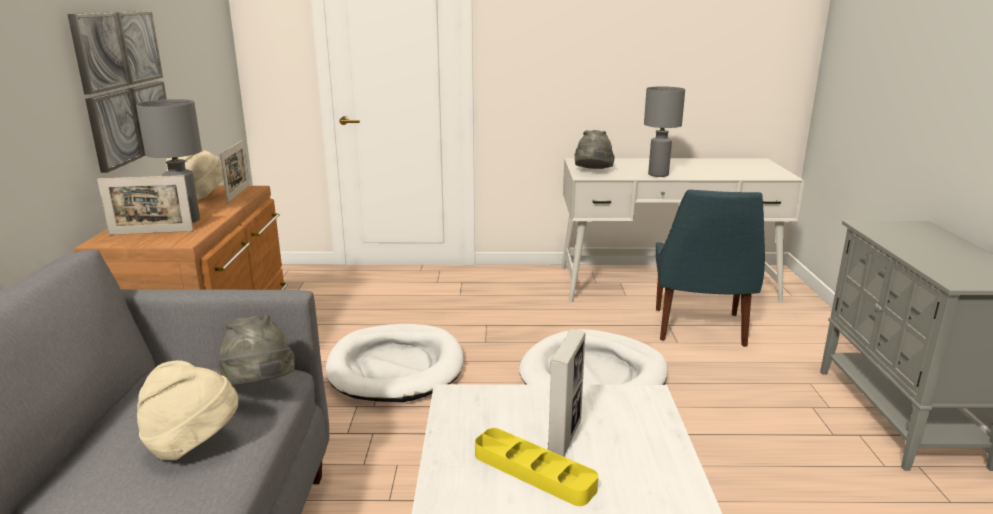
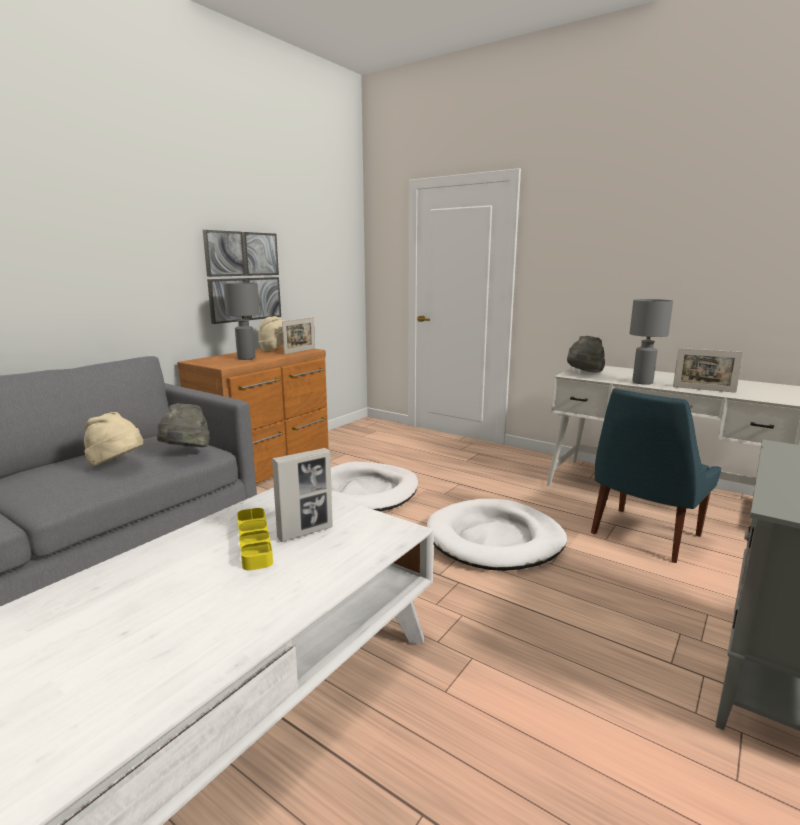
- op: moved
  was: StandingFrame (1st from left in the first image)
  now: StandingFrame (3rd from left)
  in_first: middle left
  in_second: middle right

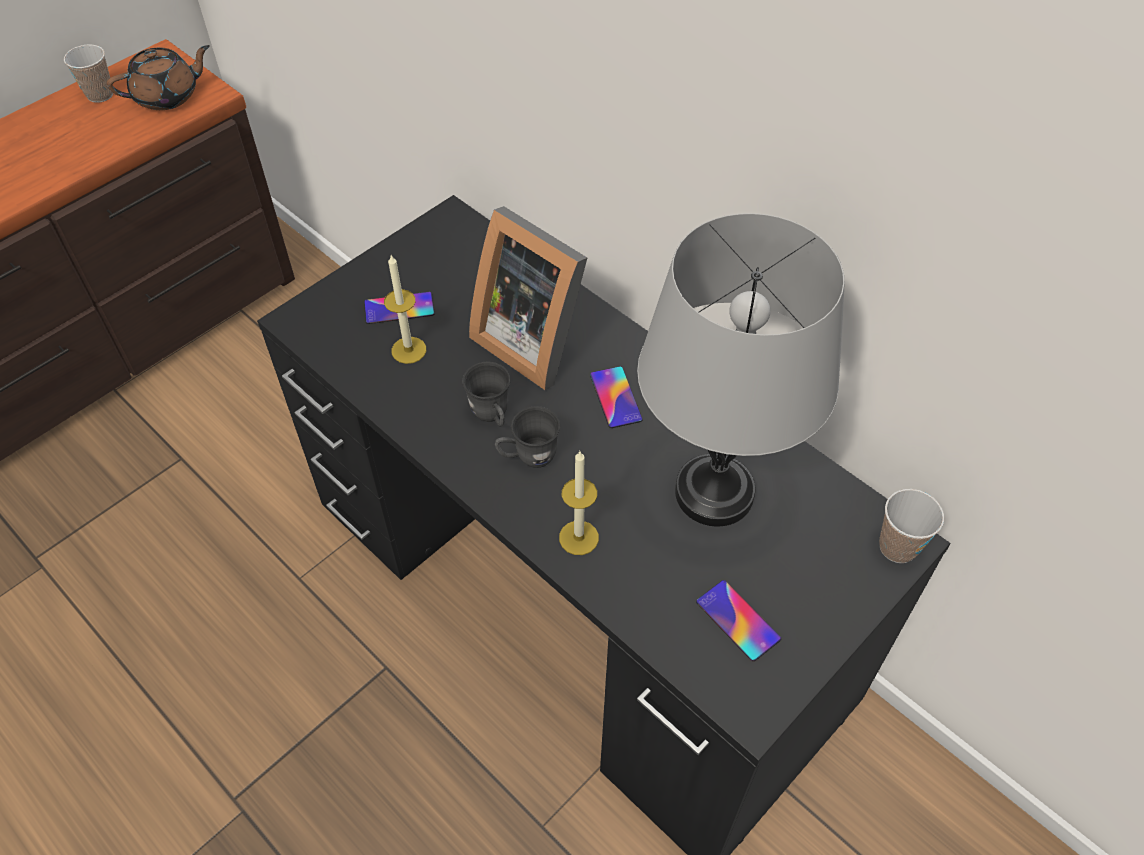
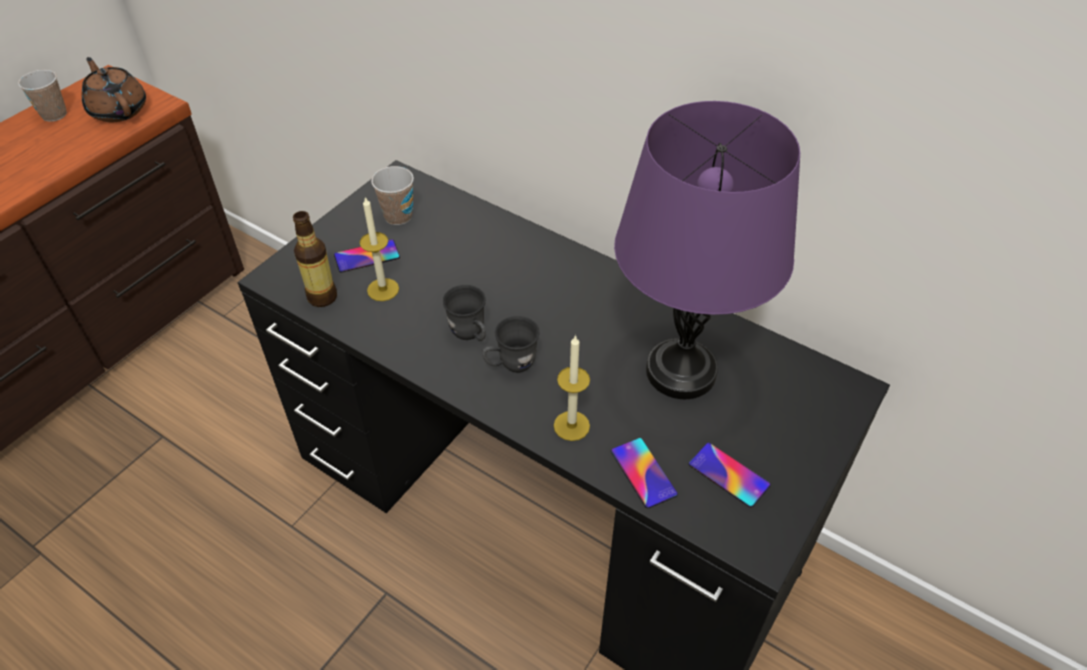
- op: turned
  was: BrownTeapot
  in_first: top left
  in_second: top left
  clockwise: -90
- op: added
  now: DrinkBottle
  in_second: middle left
- op: moved
  was: DrinkingCup (2nd from left)
  in_first: middle right
  in_second: top centre
- op: moved
  was: Telephone (2nd from left)
  in_first: centre
  in_second: bottom centre
- op: recoloured
  was: GreyLampForATable
  now: PurplishLampForATable
  in_first: centre
  in_second: centre
- op: removed
  was: StandingFrame
  in_first: centre

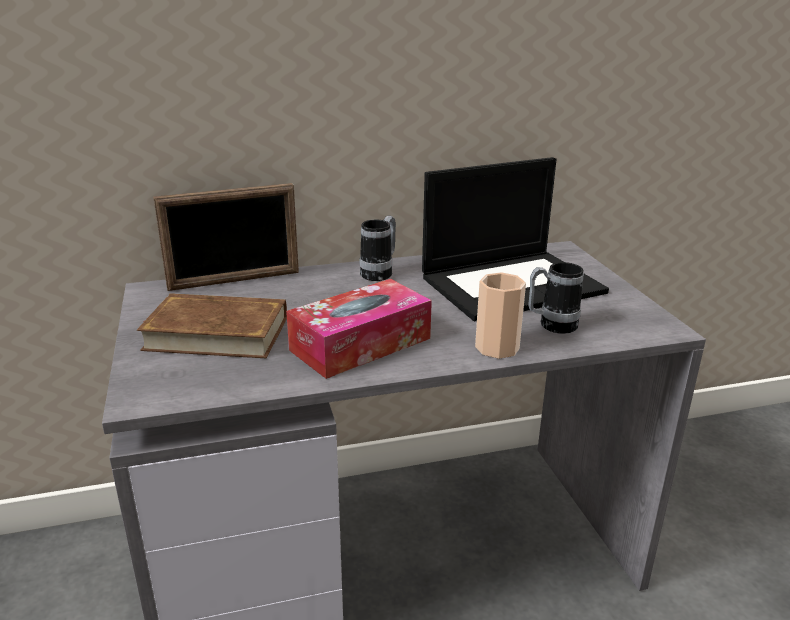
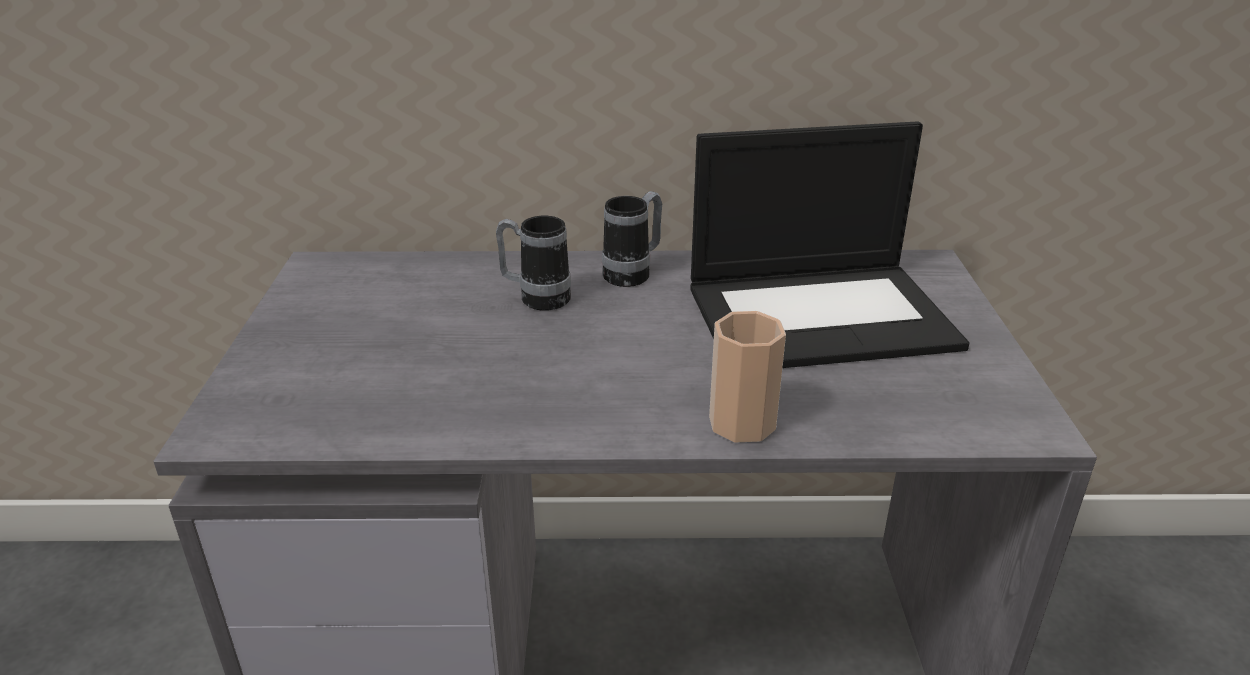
- op: moved
  was: Mug (2nd from left in the first image)
  now: Mug (1st from left)
  in_first: middle right
  in_second: centre
- op: removed
  was: BrownBook
  in_first: middle left
- op: removed
  was: StandingFrame
  in_first: middle left
- op: removed
  was: TissueBox
  in_first: centre

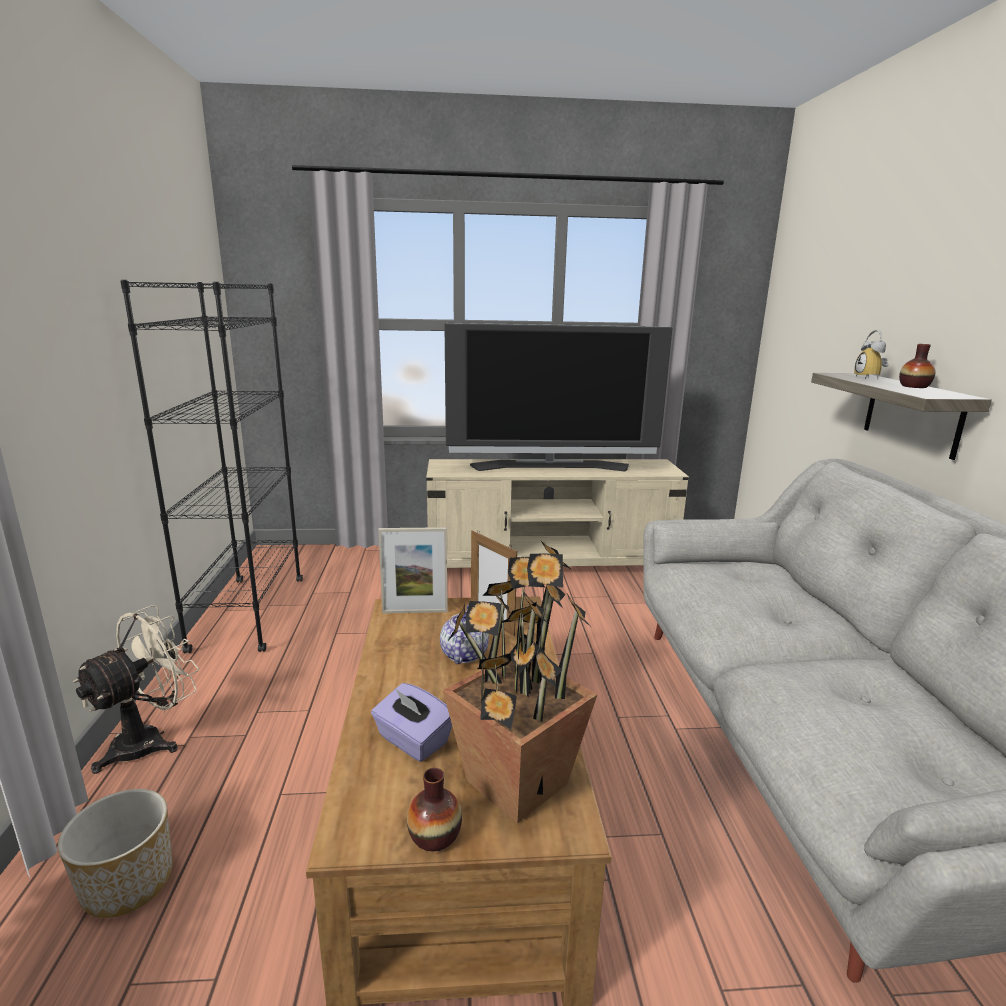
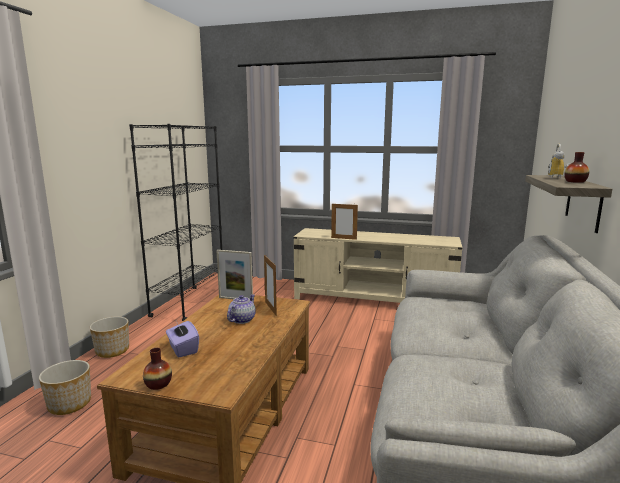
- op: replaced
  was: SandColouredCoolingFan
  now: FlowerPot (2nd from left)
  in_first: bottom left
  in_second: bottom left
- op: added
  now: StandingFrame (3rd from left)
  in_second: centre
- op: removed
  was: Houseplant
  in_first: bottom centre
- op: removed
  was: TvSet
  in_first: centre

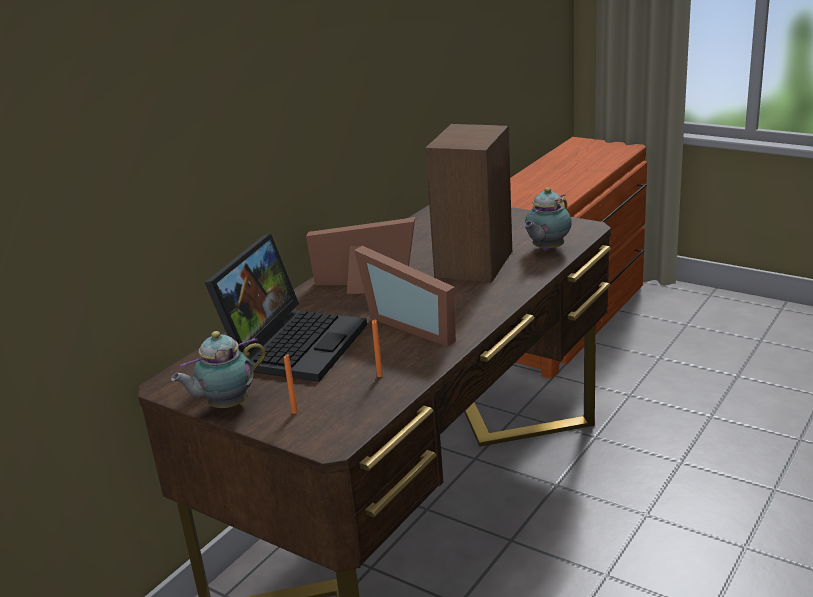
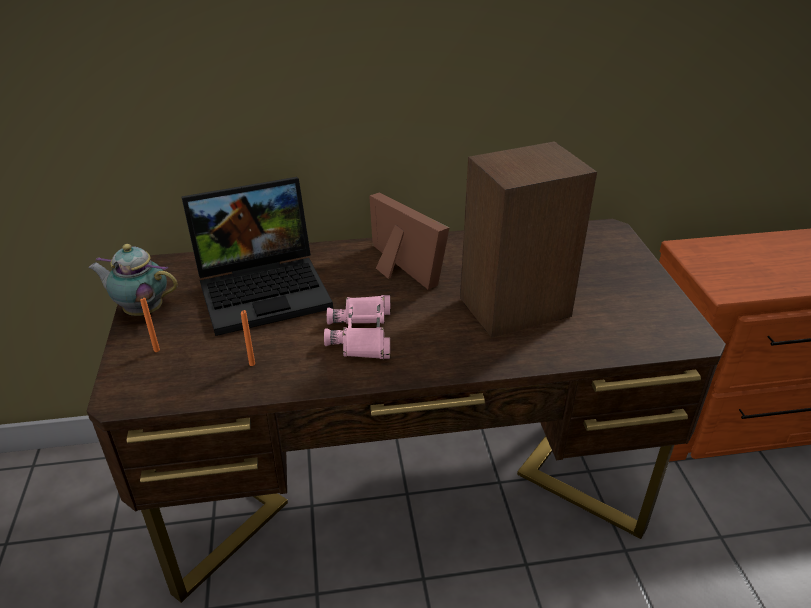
- op: replaced
  was: StandingFrame (2nd from left)
  now: PinkishBinoculars
  in_first: centre
  in_second: centre
- op: removed
  was: Teapot (2nd from left)
  in_first: middle right

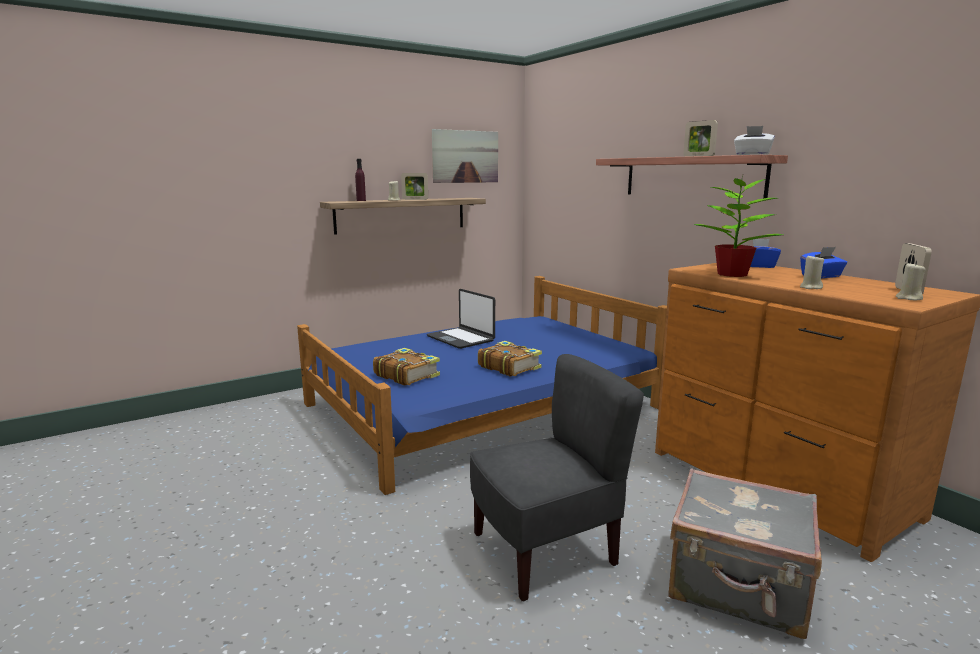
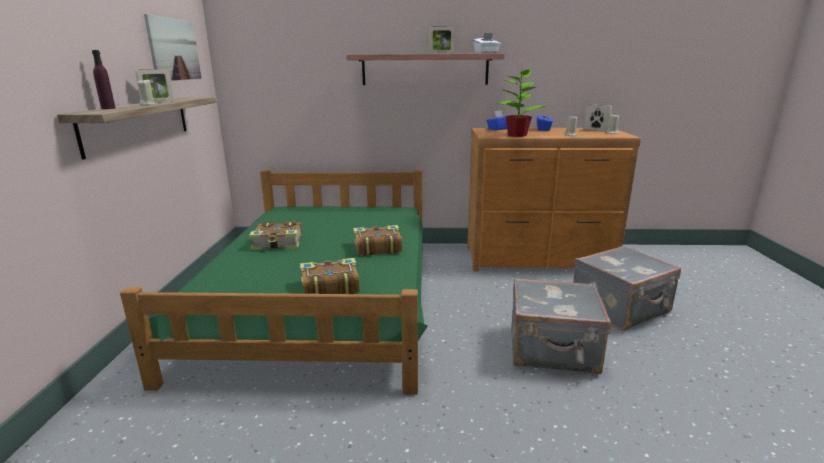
- op: recoloured
  was: BlueColouredBedroomBed
  now: GreenBedroomBed
  in_first: centre
  in_second: middle left
- op: replaced
  was: NotebookComputer
  now: Book (1st from left)
  in_first: centre
  in_second: centre
- op: replaced
  was: GreyPlainChair
  now: GreyTravelCase (1st from left)
  in_first: bottom centre
  in_second: bottom right

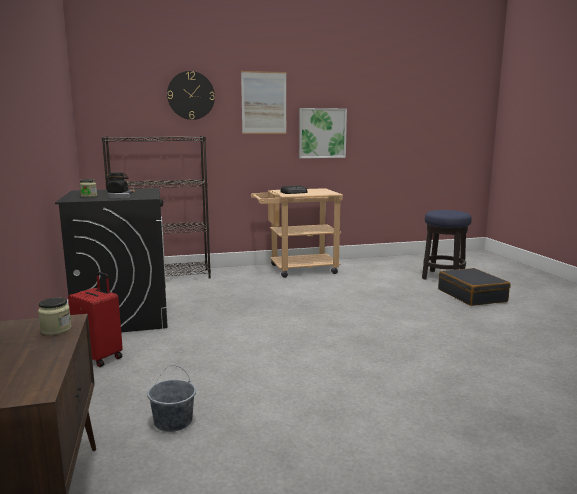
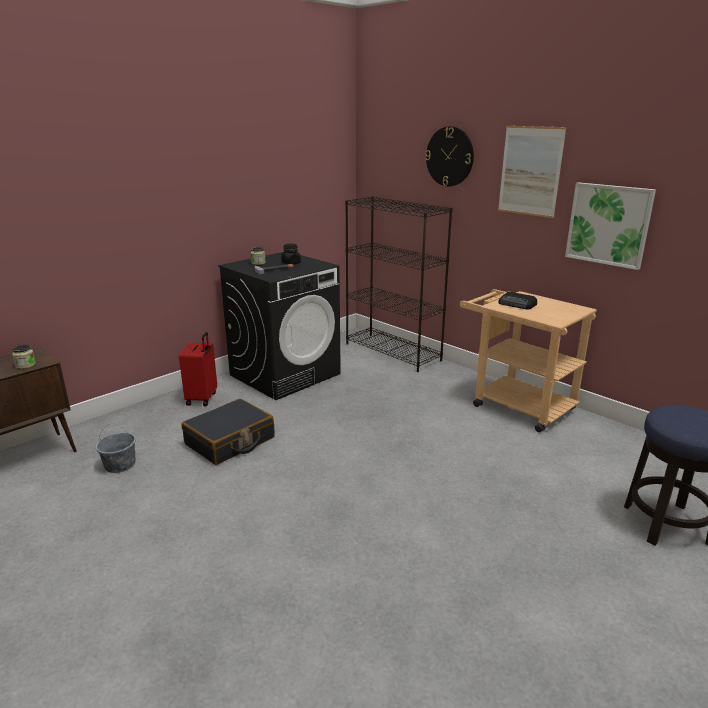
- op: moved
  was: BlackColouredTravelCase
  in_first: middle right
  in_second: middle left

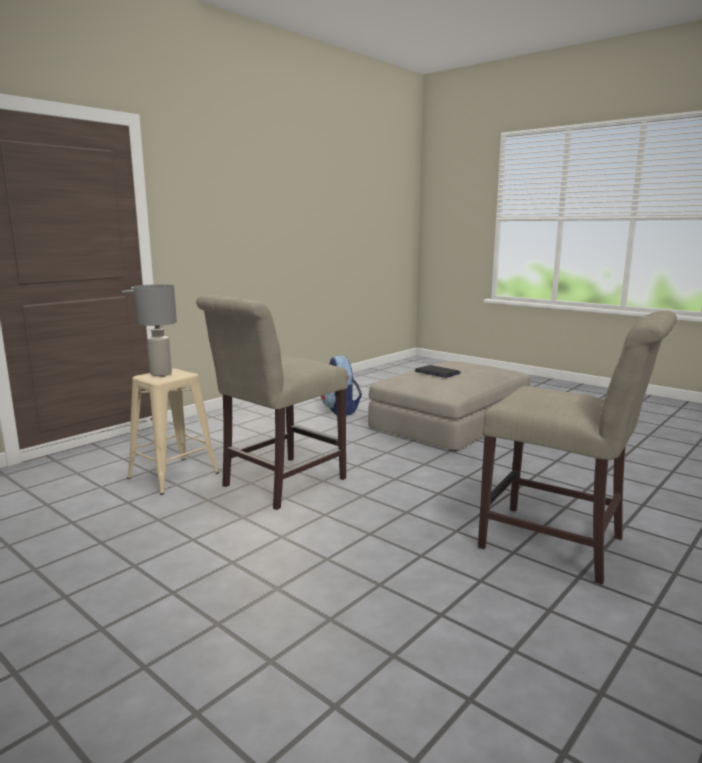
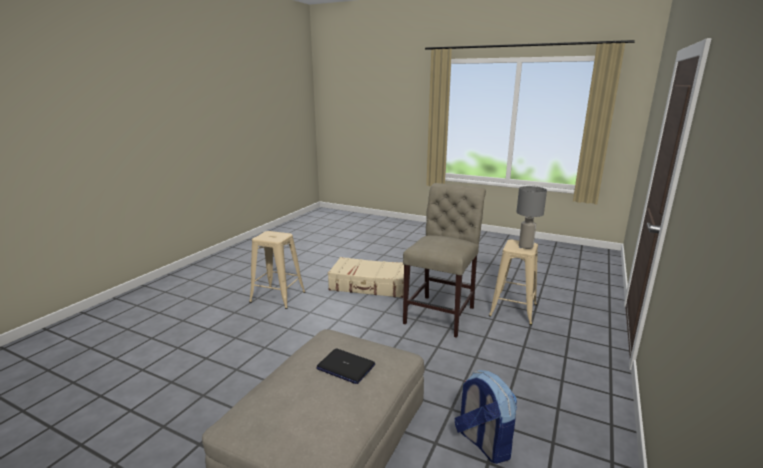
- op: replaced
  was: SandColouredPlainChair (2nd from left)
  now: SandColouredStool (1st from left)
  in_first: middle right
  in_second: centre
- op: added
  now: SandColouredTravelCase
  in_second: centre

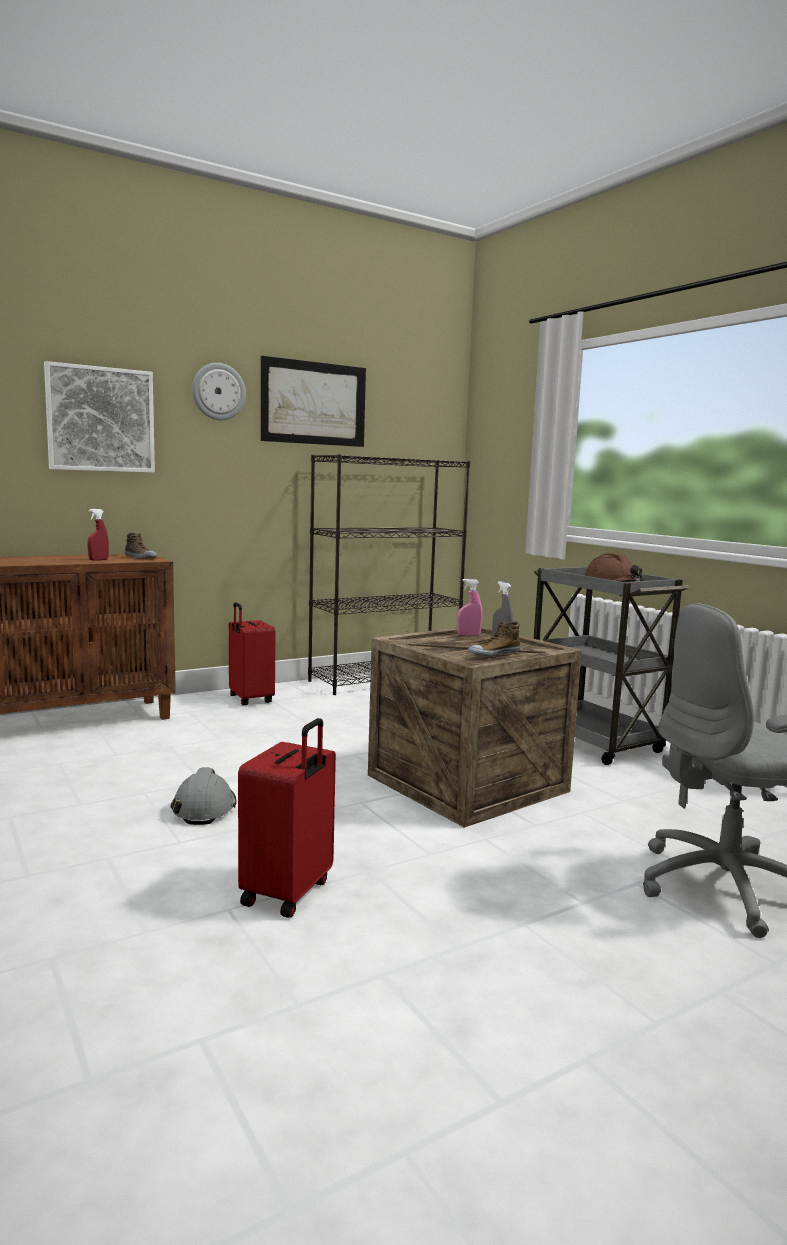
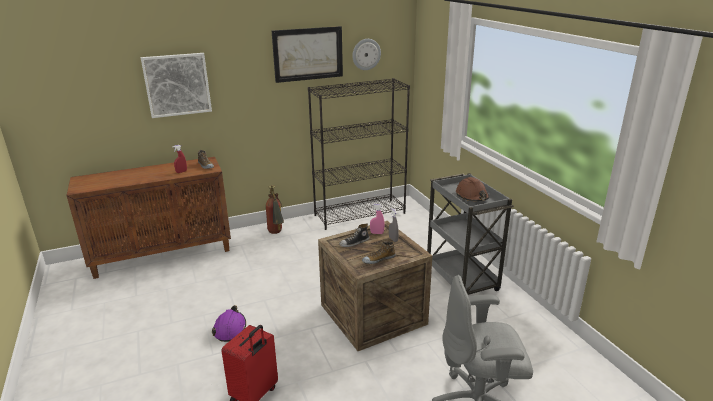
- op: recoloured
  was: GreySafetyHelmet
  now: PurplishSafetyHelmet
  in_first: middle left
  in_second: bottom left
- op: replaced
  was: RedColouredTravelCase (1st from left)
  now: FireExtinguisher
  in_first: middle left
  in_second: centre
- op: added
  now: Shoe (2nd from left)
  in_second: centre
- op: moved
  was: HangingClock
  in_first: top left
  in_second: top centre

